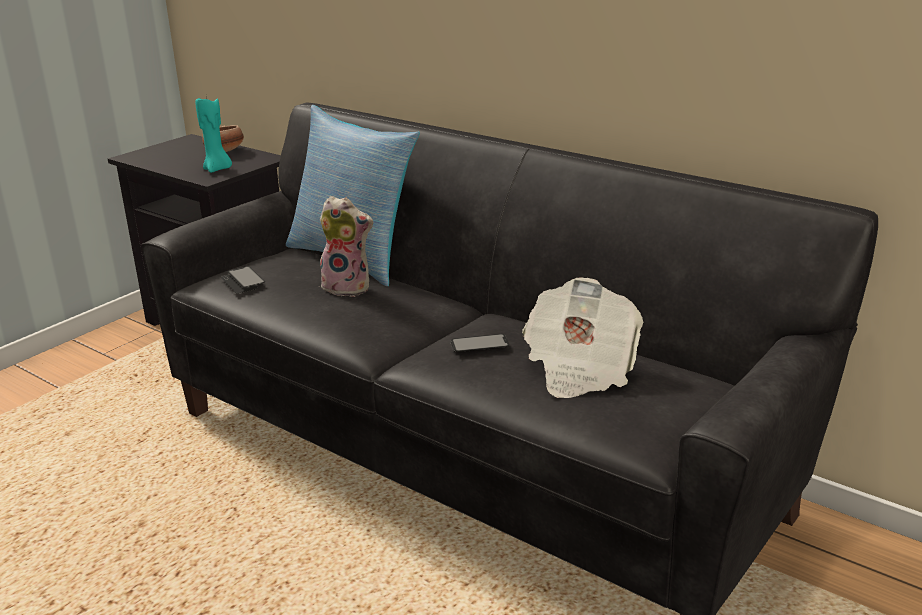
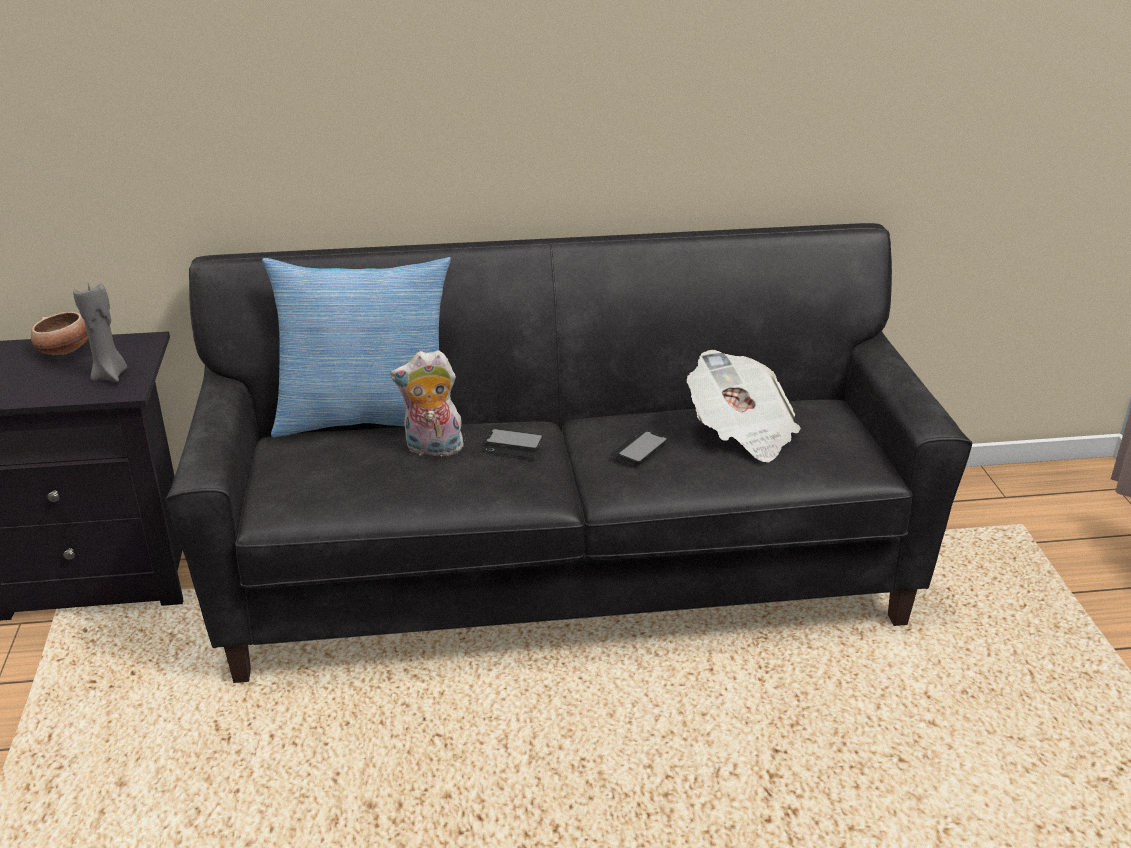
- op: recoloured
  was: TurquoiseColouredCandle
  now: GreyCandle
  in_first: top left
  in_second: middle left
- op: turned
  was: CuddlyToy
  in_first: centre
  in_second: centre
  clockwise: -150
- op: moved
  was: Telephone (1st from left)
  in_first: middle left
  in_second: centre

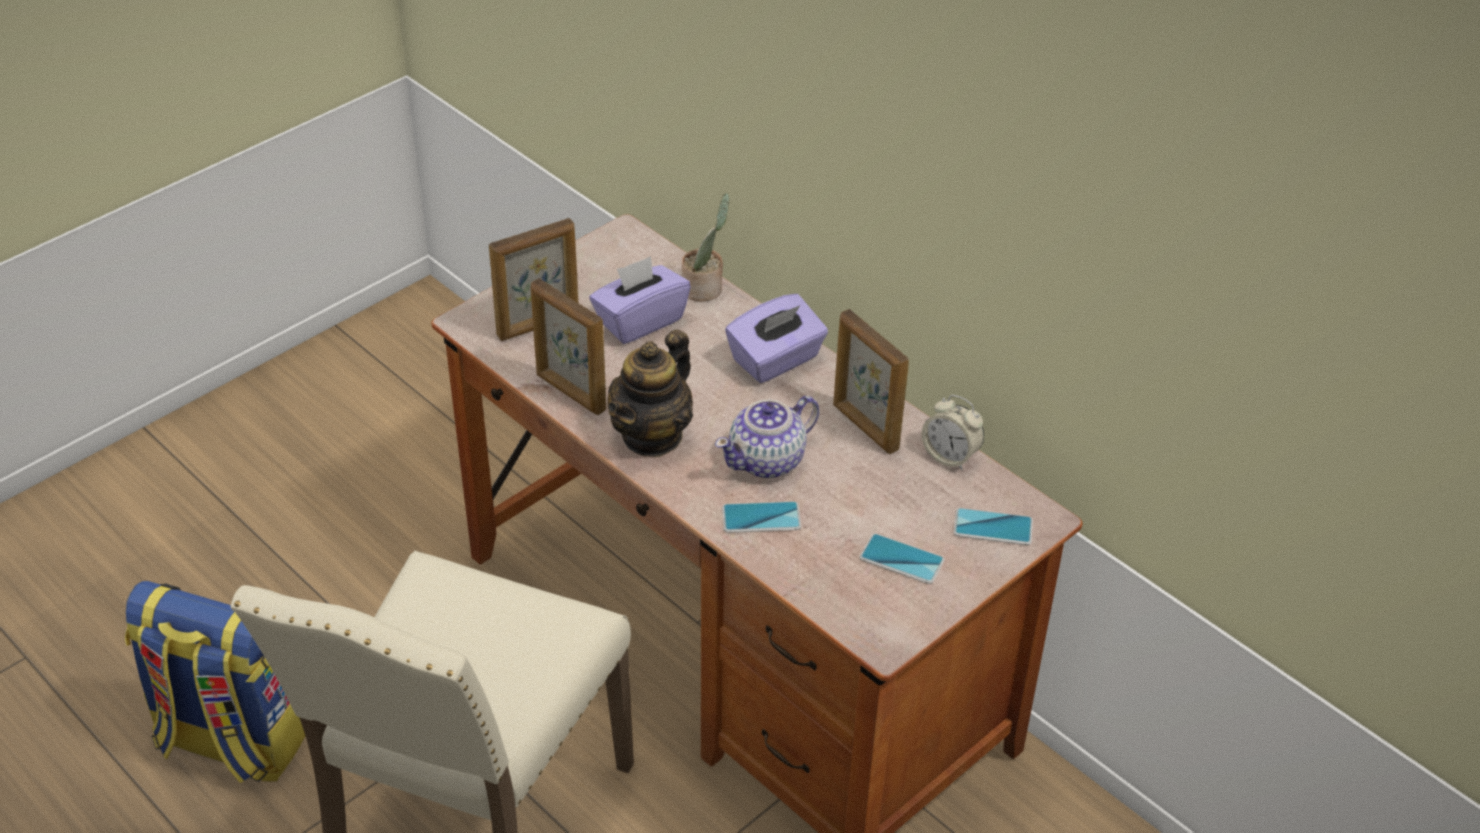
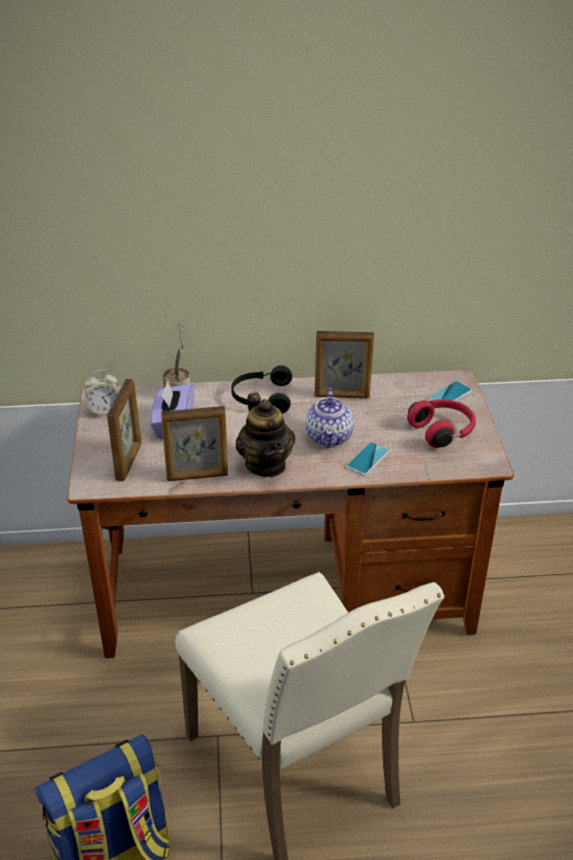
- op: moved
  was: BedsideClock
  in_first: centre
  in_second: middle left
- op: replaced
  was: PurplishTissueBox (2nd from left)
  now: BlackColouredHeadphones
  in_first: centre
  in_second: centre
- op: replaced
  was: Telephone (2nd from left)
  now: RedColouredHeadphones
  in_first: bottom centre
  in_second: middle right

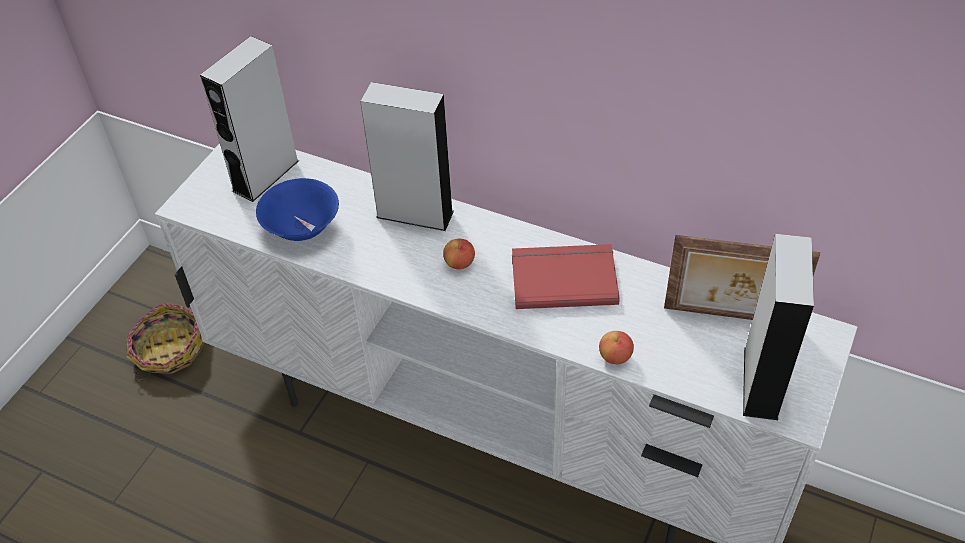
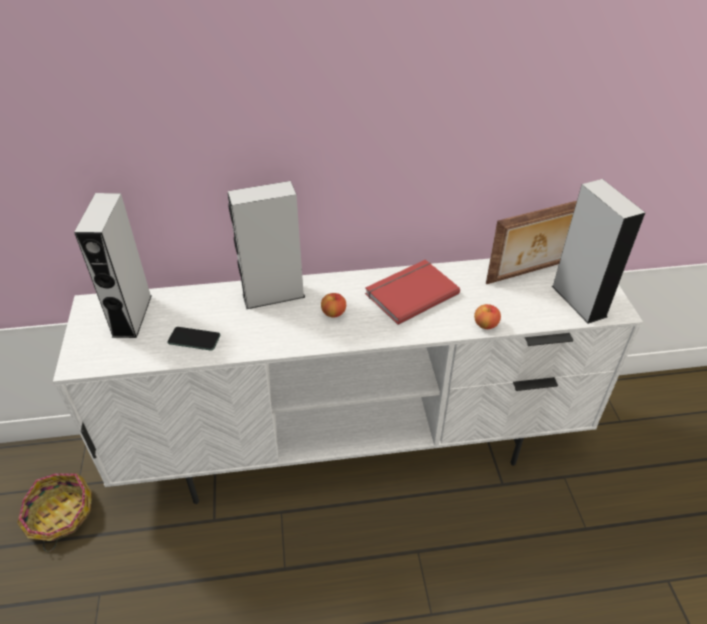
- op: replaced
  was: BlueColouredServingBowl
  now: Telephone
  in_first: middle left
  in_second: middle left

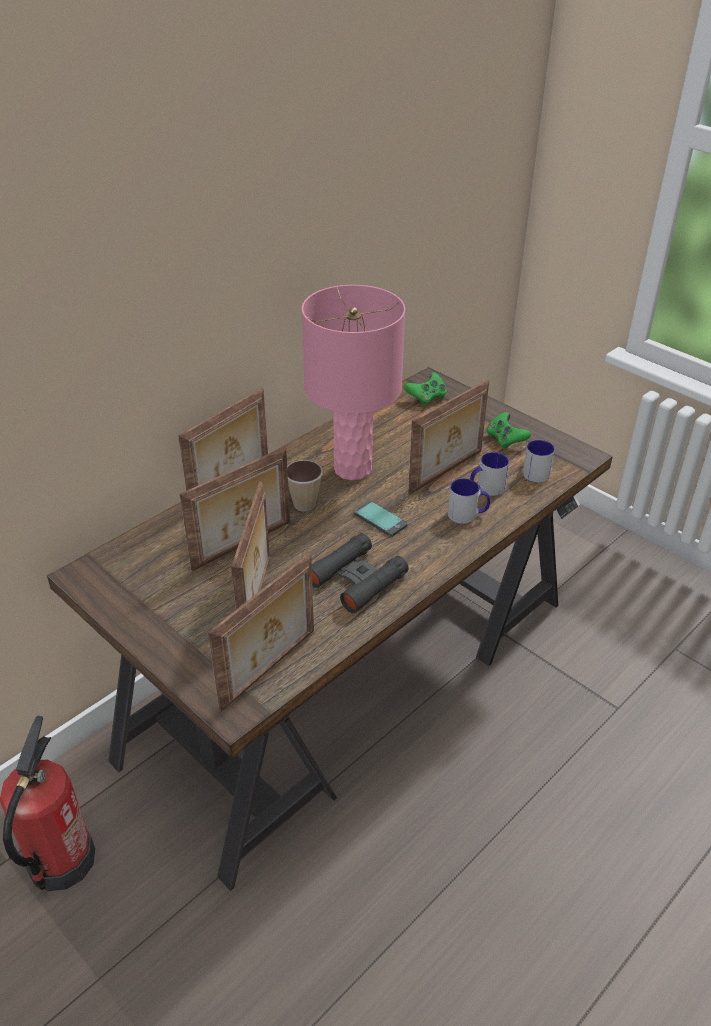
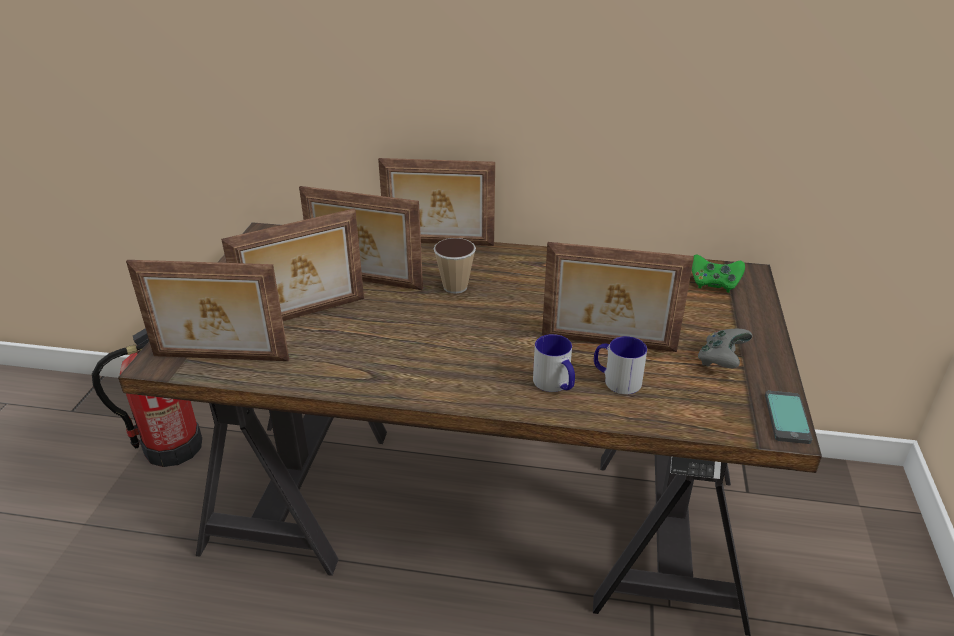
- op: recoloured
  was: GreenJoypad (2nd from left)
  now: GreyJoypad
  in_first: middle right
  in_second: middle right
- op: moved
  was: Telephone
  in_first: centre
  in_second: middle right
- op: removed
  was: PinkishLampForATable
  in_first: centre
- op: removed
  was: BlackColouredBinoculars
  in_first: centre
- op: removed
  was: Mug (3rd from left)
  in_first: middle right

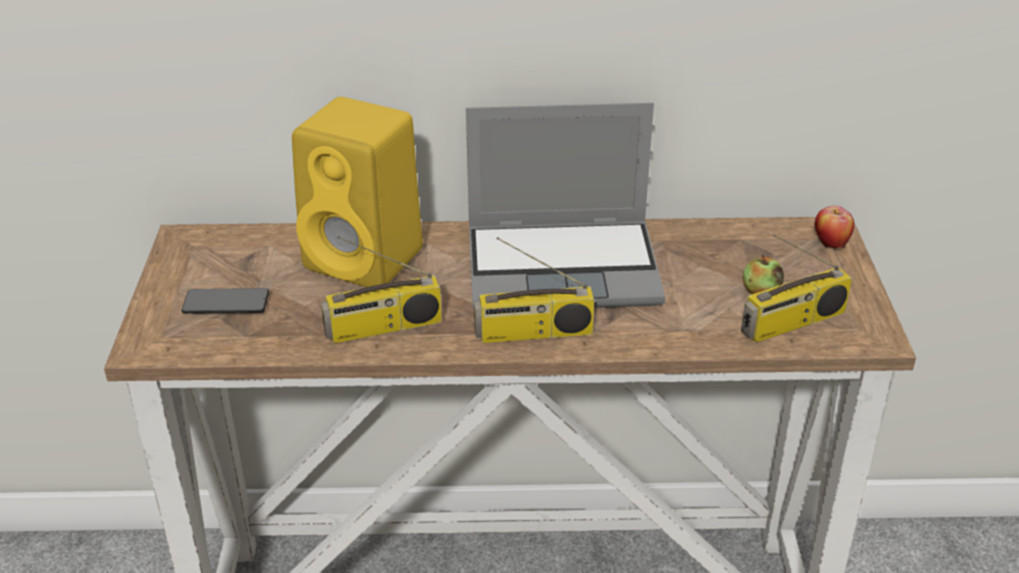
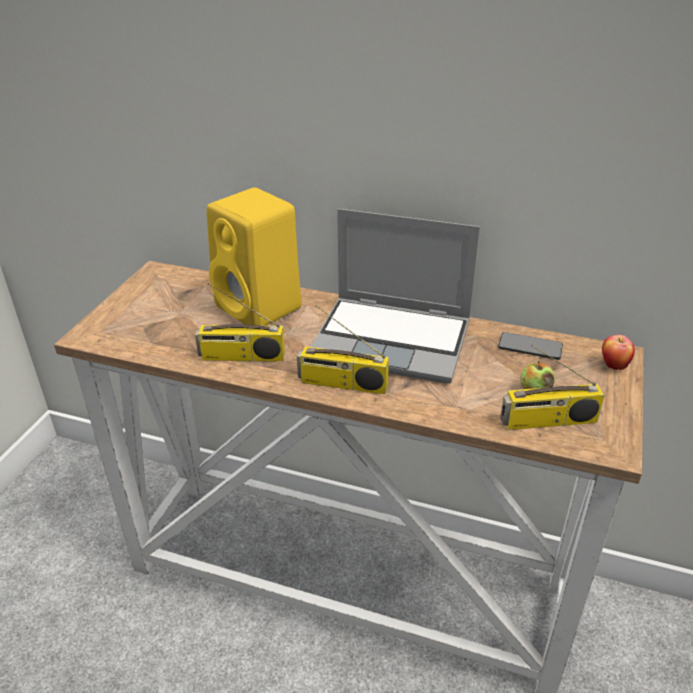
- op: moved
  was: Telephone
  in_first: middle left
  in_second: middle right

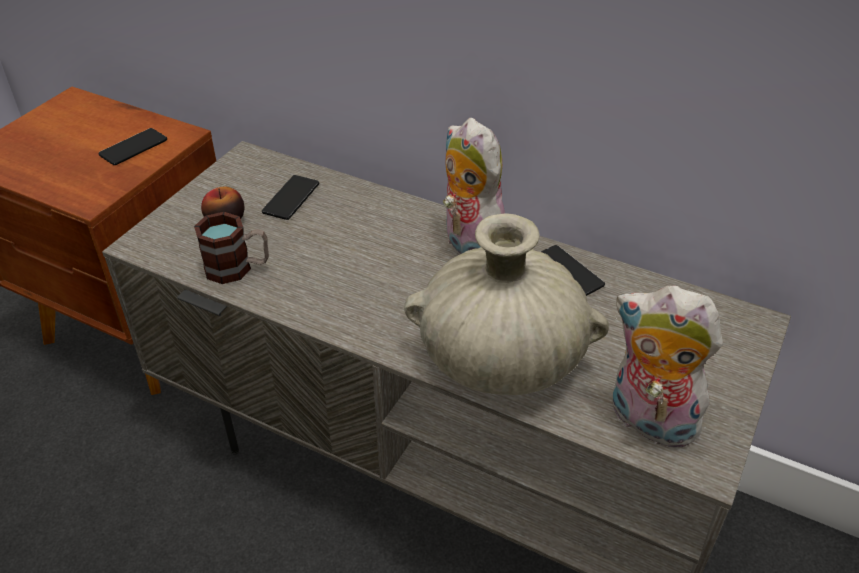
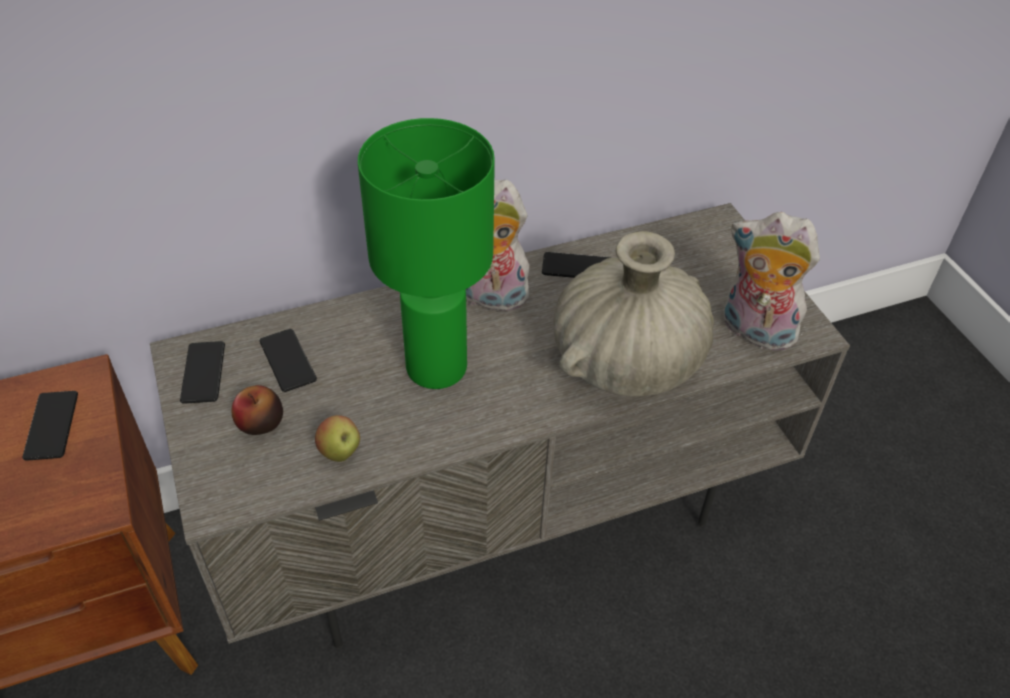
- op: added
  now: Telephone (2nd from left)
  in_second: middle left
- op: replaced
  was: Mug
  now: WholeApple (2nd from left)
  in_first: middle left
  in_second: centre
- op: added
  now: GreenLampForATable
  in_second: centre
- op: turned
  was: CuddlyToy (2nd from left)
  in_first: middle right
  in_second: middle right
  clockwise: 45

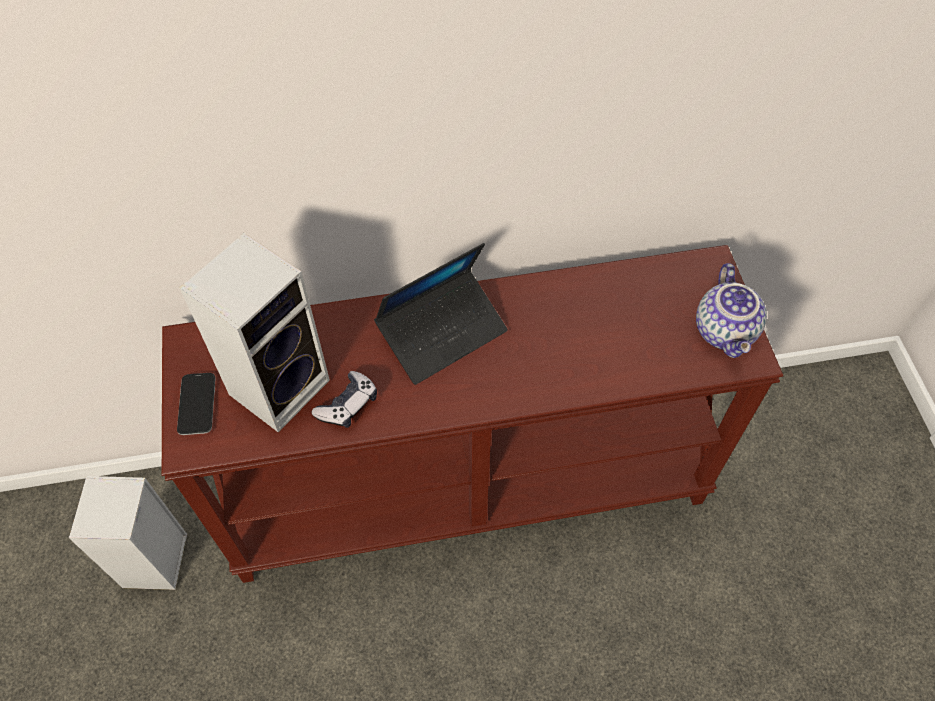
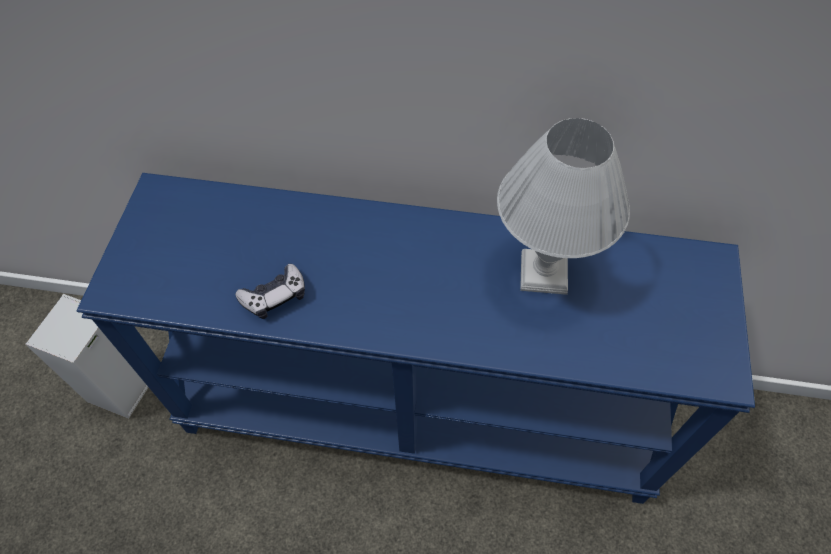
- op: recoloured
  was: BrownConsoleTable
  now: BlueColouredConsoleTable
  in_first: centre
  in_second: centre
- op: added
  now: WhitishLampForATable
  in_second: middle right
- op: removed
  was: Telephone
  in_first: middle left
- op: removed
  was: Speaker (2nd from left)
  in_first: middle left
- op: removed
  was: NotebookComputer
  in_first: centre
- op: removed
  was: Teapot
  in_first: middle right

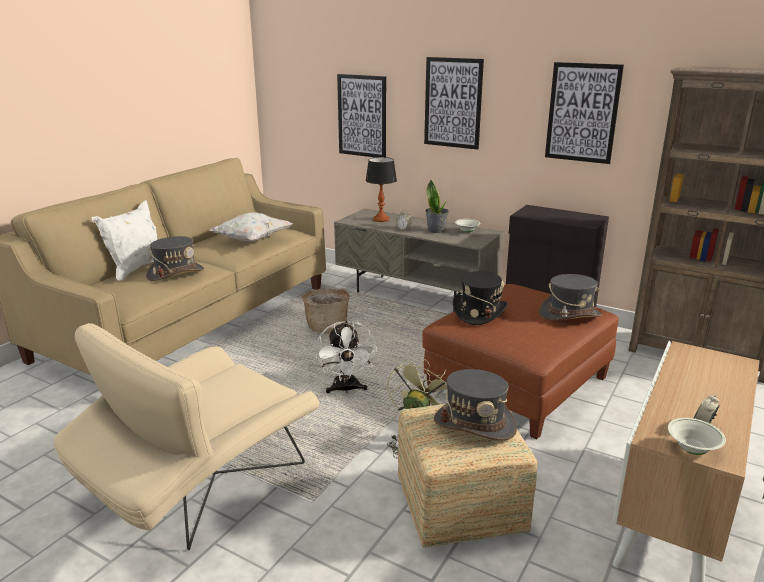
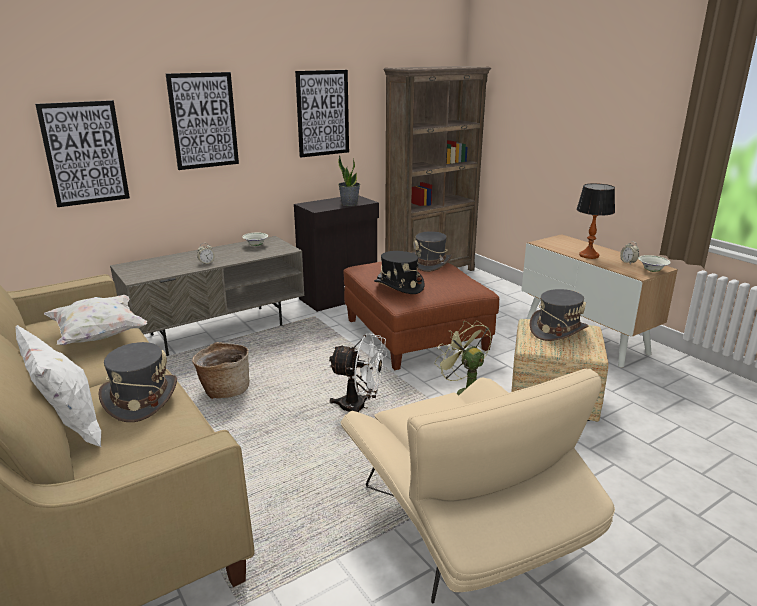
- op: moved
  was: Houseplant
  in_first: centre
  in_second: top centre
- op: moved
  was: LampForATable
  in_first: top centre
  in_second: middle right

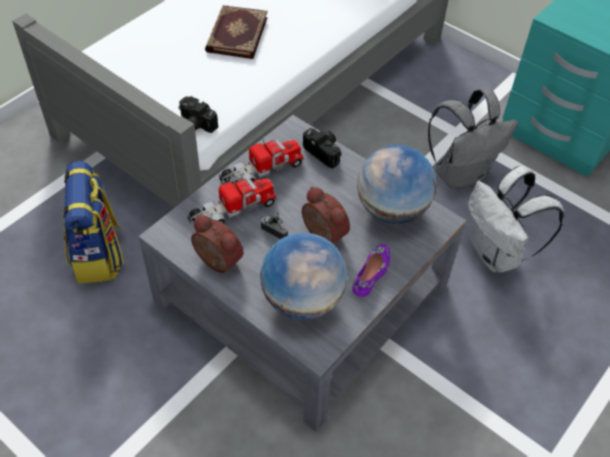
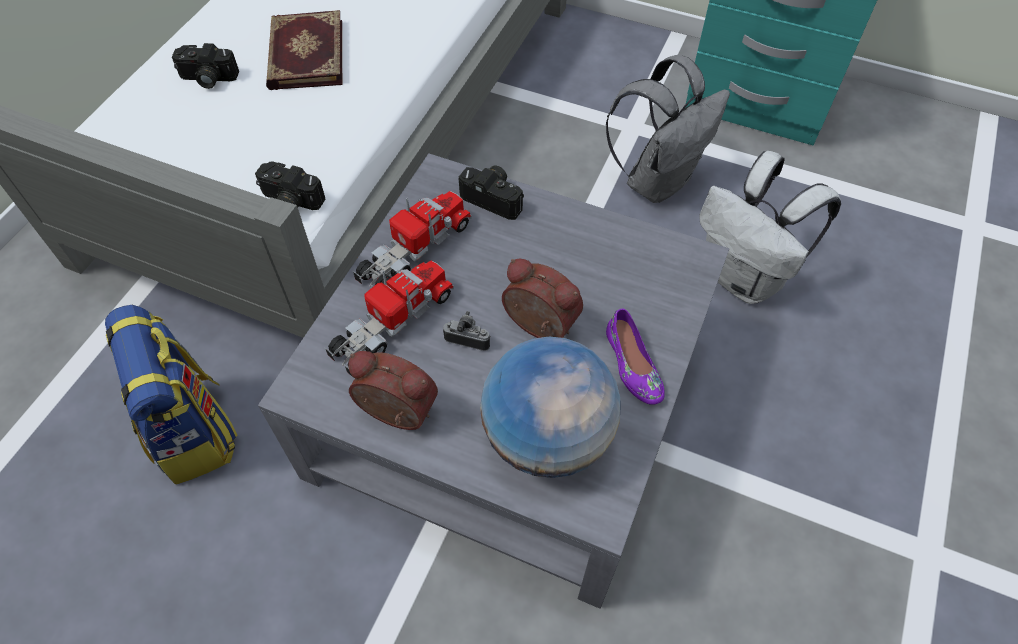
- op: added
  now: StillCamera (1st from left)
  in_second: top left
- op: turned
  was: PurplishShoe
  in_first: centre
  in_second: centre
  clockwise: 150
- op: removed
  was: WorldGlobe (2nd from left)
  in_first: centre

